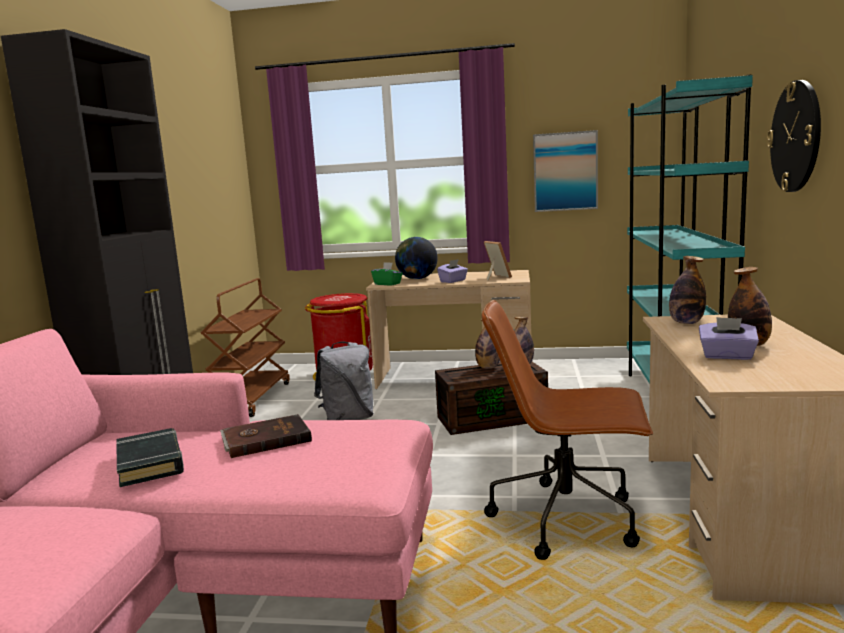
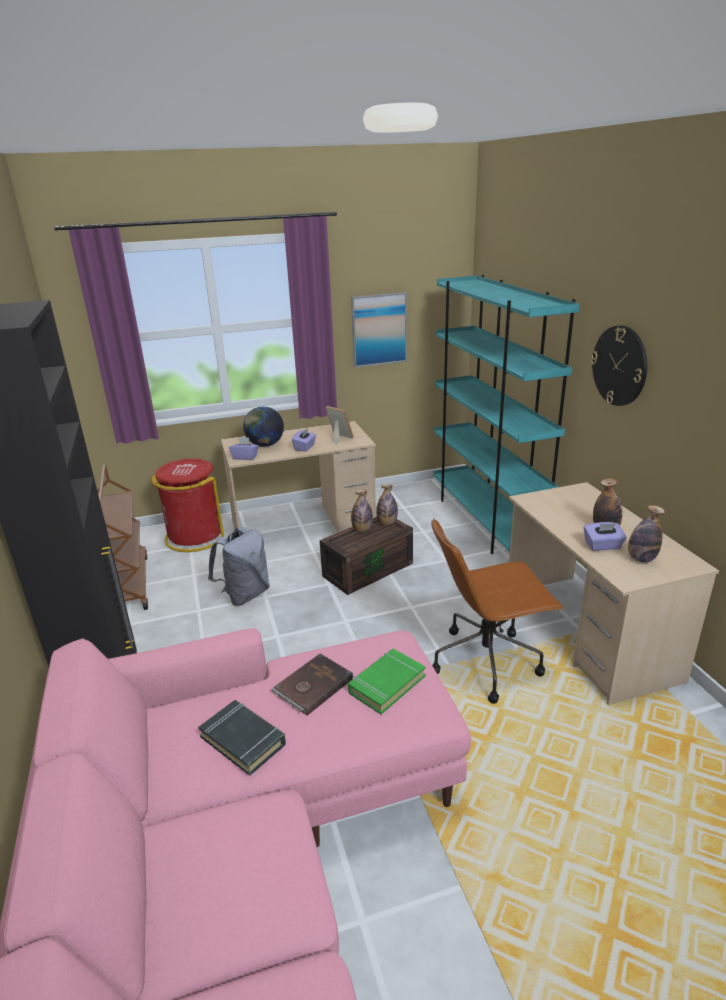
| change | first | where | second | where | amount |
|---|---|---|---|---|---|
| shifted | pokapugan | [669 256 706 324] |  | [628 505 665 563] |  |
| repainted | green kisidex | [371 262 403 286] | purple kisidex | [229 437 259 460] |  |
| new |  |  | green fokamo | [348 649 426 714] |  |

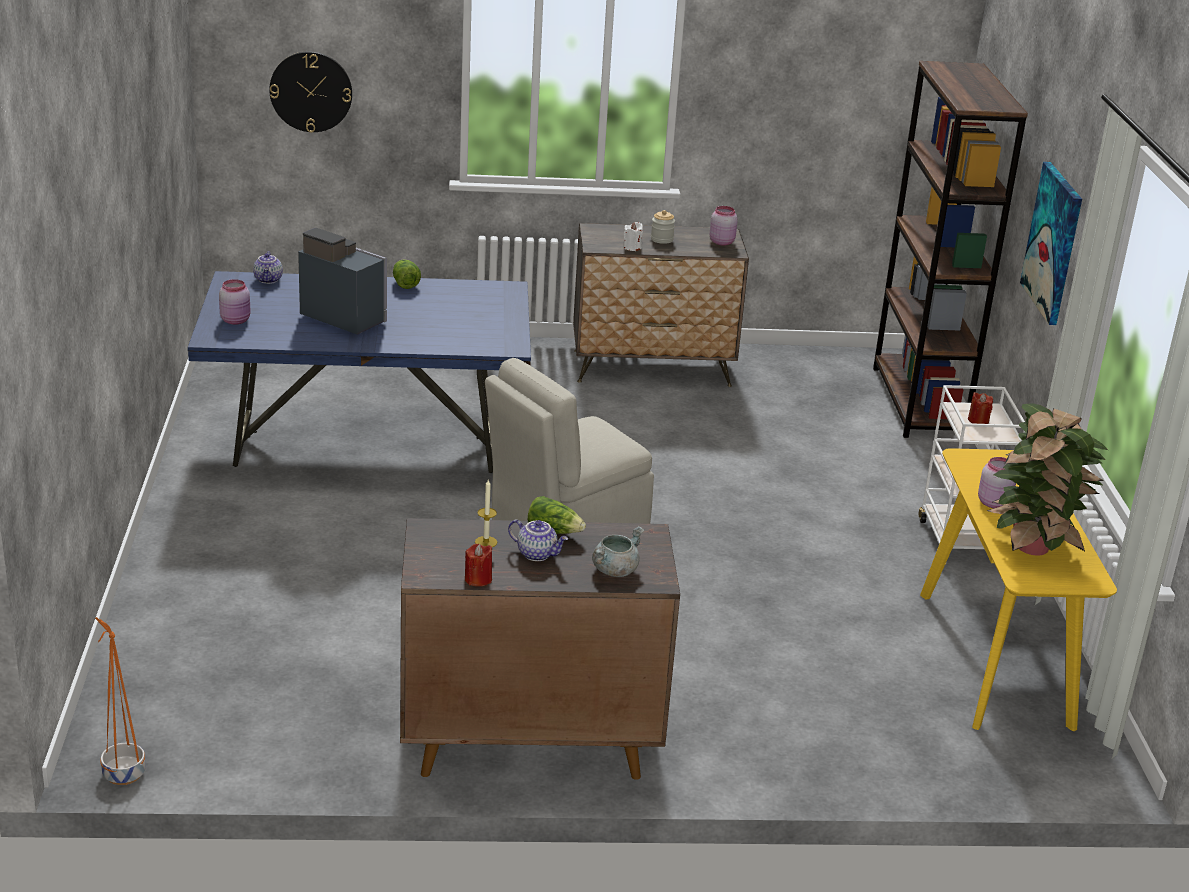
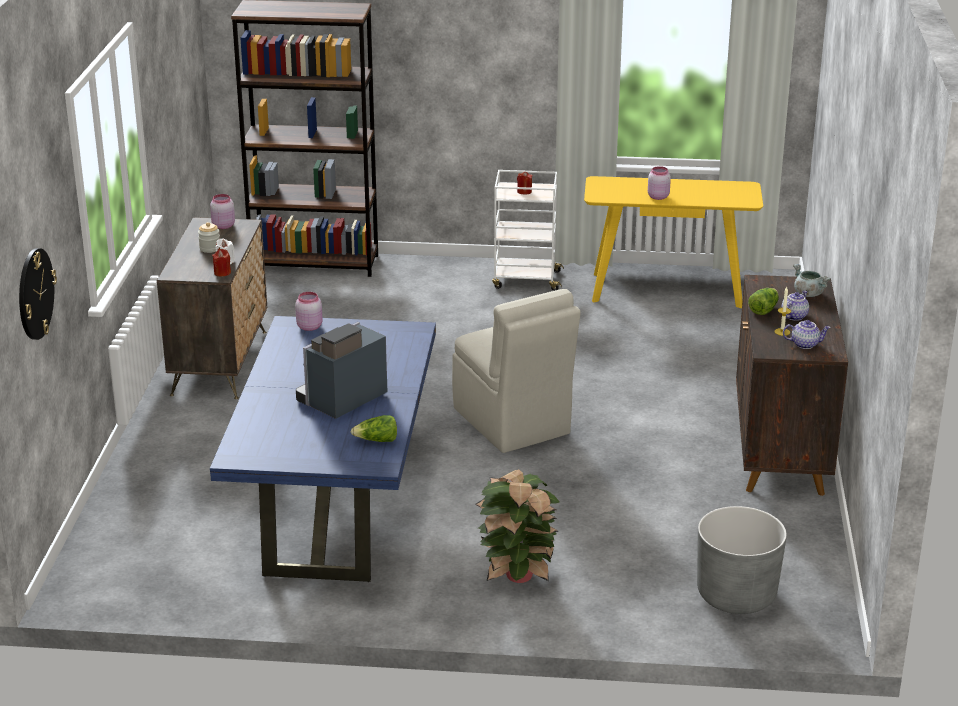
| change | first | where | second | where | amount |
|---|---|---|---|---|---|
| gone | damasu | [1020 162 1082 325] |  |  |  |
| shifted | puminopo | [253 251 283 284] |  | [783 320 831 349] |  |
| shifted | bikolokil | [393 259 421 289] |  | [351 415 397 442] |  |
| shifted | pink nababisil | [219 279 251 325] |  | [295 292 323 331] |  |
| shifted | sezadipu | [987 403 1108 555] |  | [475 469 559 583] |  |
| shifted | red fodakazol | [465 544 492 586] |  | [212 249 231 276] |  |
| gone | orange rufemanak | [95 617 146 785] |  |  |  |
| new |  |  | grey rufemanak | [697 506 787 614] |  |

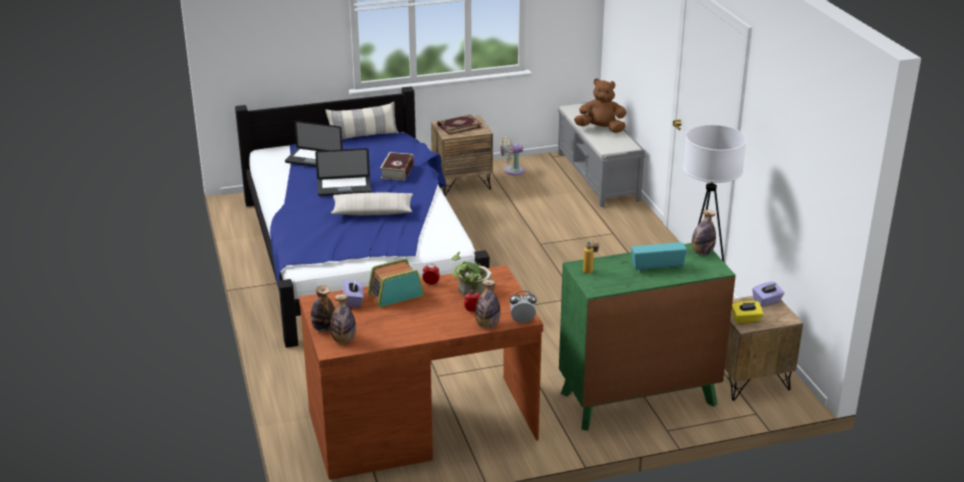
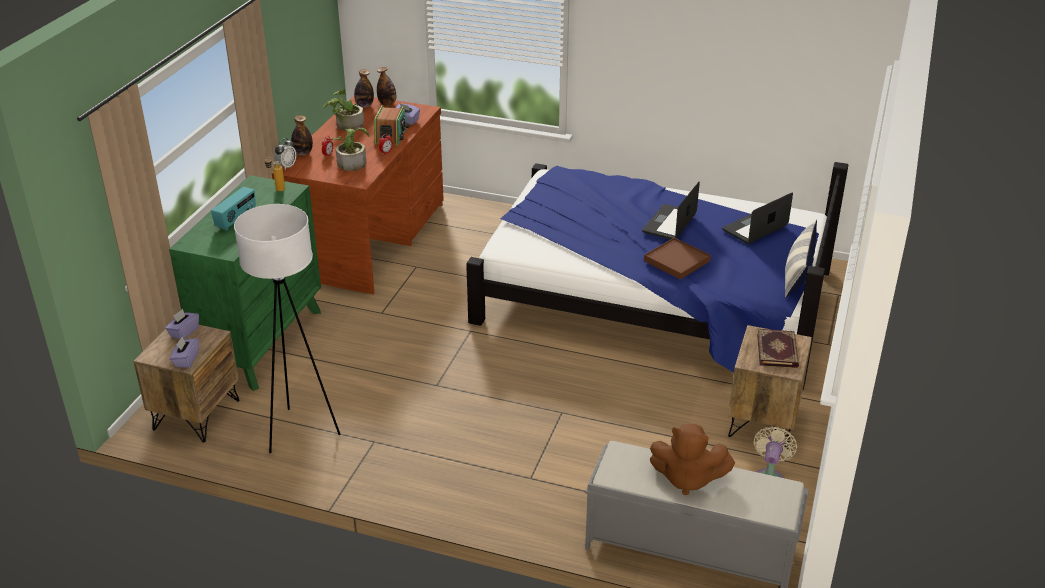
| change | first | where | second | where | amount |
|---|---|---|---|---|---|
| rotated | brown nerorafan | [574 78 627 133] |  | [650 424 735 495] | 60 degrees clockwise |
| swapped | fokamo | [380 152 414 181] | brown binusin | [644 237 711 279] |  |
| gone | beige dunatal | [331 193 413 215] |  |  |  |
| gone | pokapugan | [692 210 716 255] |  |  |  |
| repainted | yellow kisidex | [732 301 764 324] | purple kisidex | [165 309 199 340] |  |
| new |  |  | sezadipu | [323 89 364 131] |  |

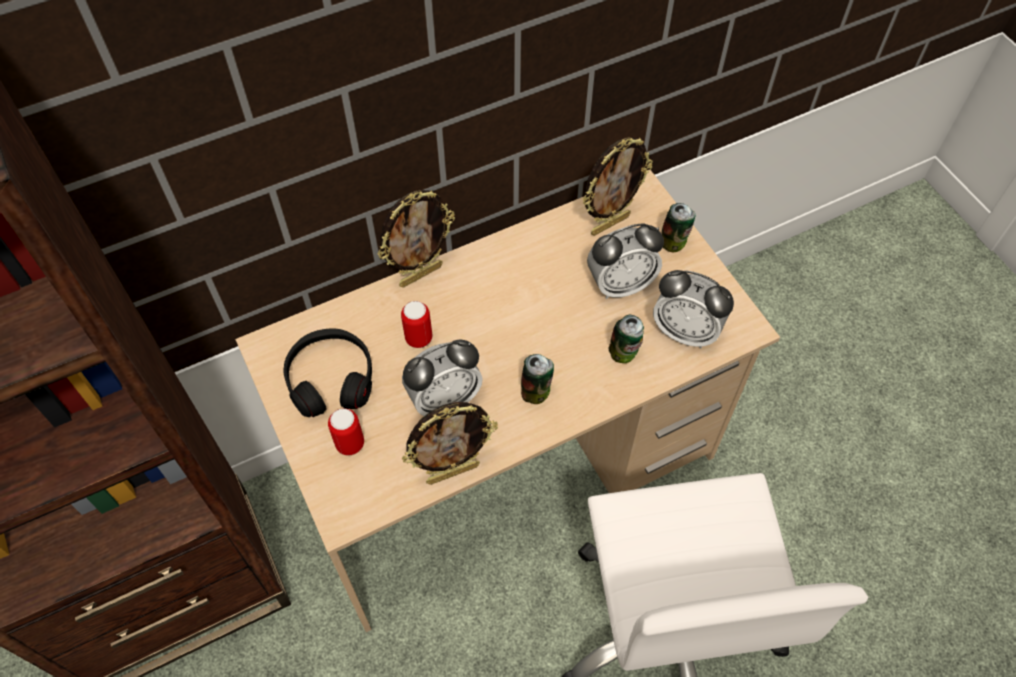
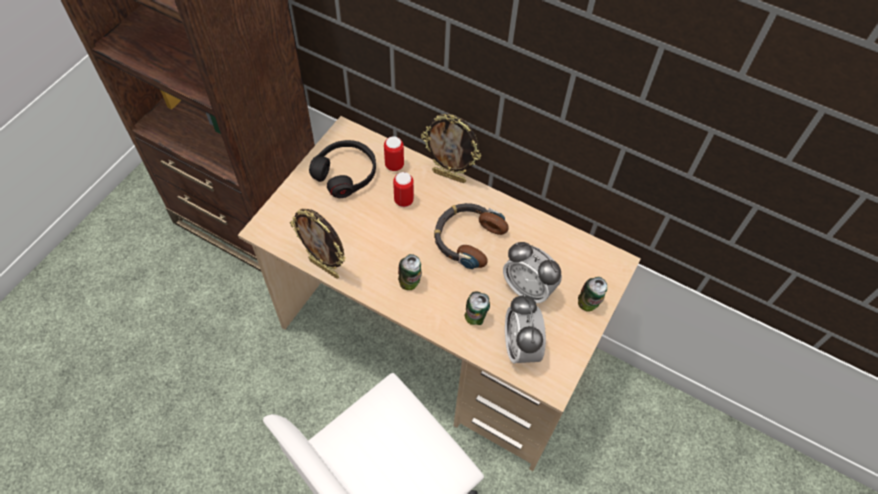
| change | first | where | second | where | amount |
|---|---|---|---|---|---|
| gone | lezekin | [582 137 653 236] |  |  |  |
| gone | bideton | [402 339 483 416] |  |  |  |
| shifted | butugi | [328 408 364 455] |  | [384 136 404 171] |  |
| new |  |  | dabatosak | [434 203 509 269] |  |

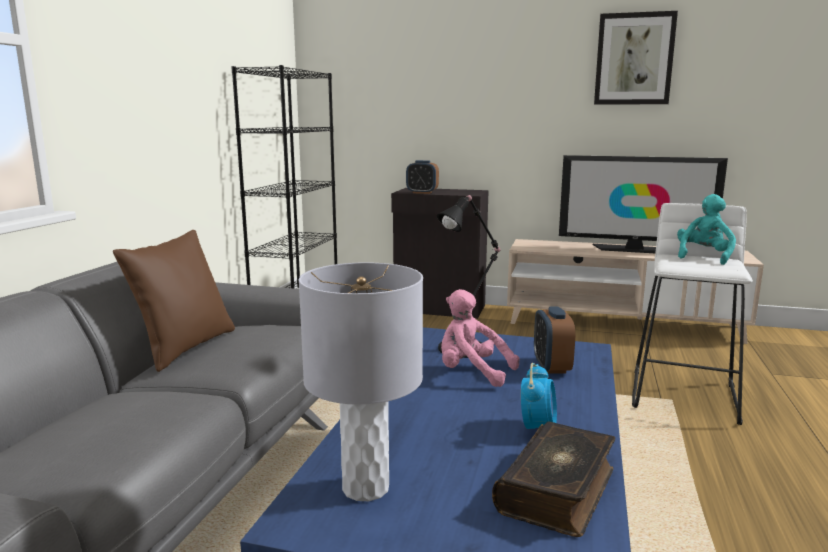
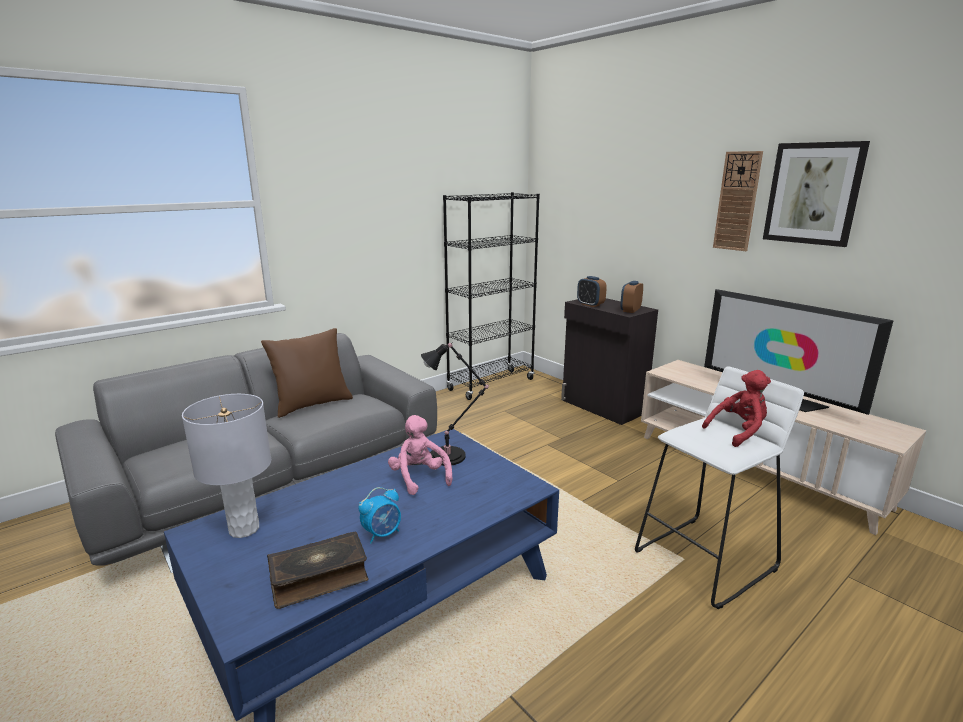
| change | first | where | second | where | amount |
|---|---|---|---|---|---|
| repainted | turquoise nerorafan | [677 194 736 265] | red nerorafan | [702 370 771 447] |  |
| shifted | bideton | [534 306 575 374] |  | [620 281 643 313] |  |
| new |  |  | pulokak | [713 151 763 251] |  |

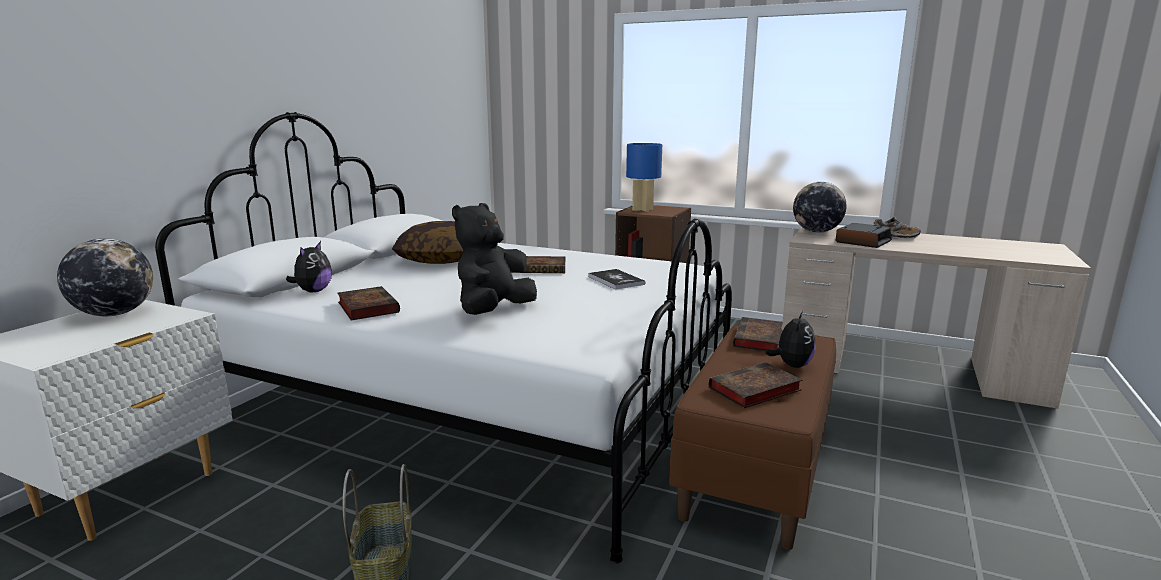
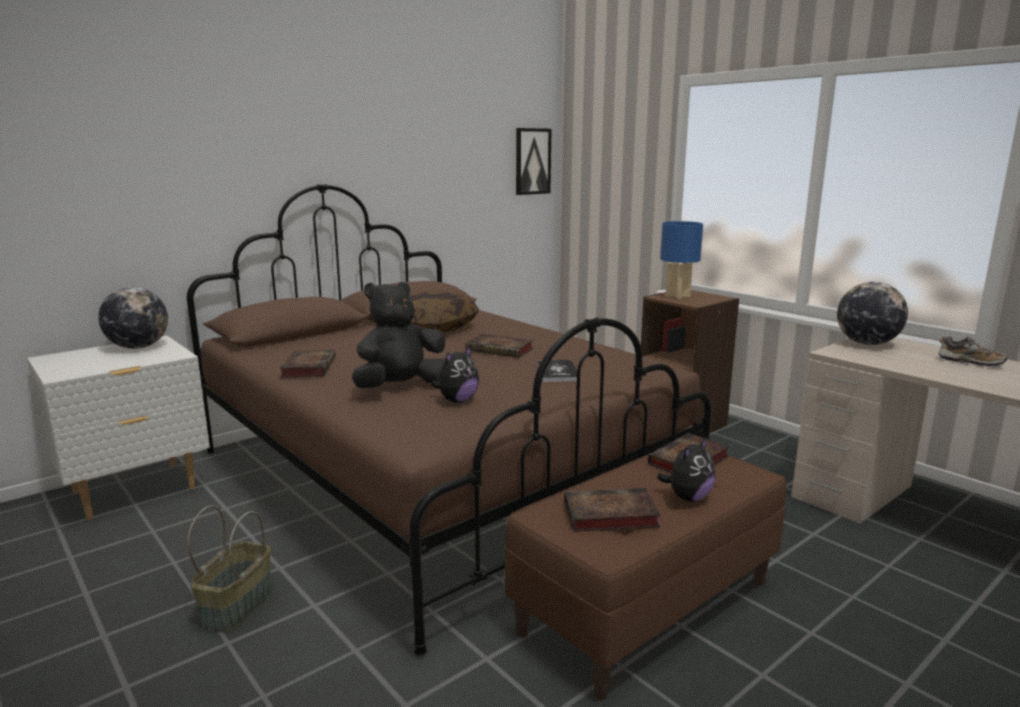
| change | first | where | second | where | amount |
|---|---|---|---|---|---|
| repainted | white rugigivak | [155 112 732 563] | brown rugigivak | [187 184 712 656] |  |
| gone | bideton | [835 223 892 248] |  |  |  |
| shifted | nerorafan | [286 241 332 292] |  | [431 346 479 403] |  |
| new |  |  | damasu | [516 128 551 195] |  |

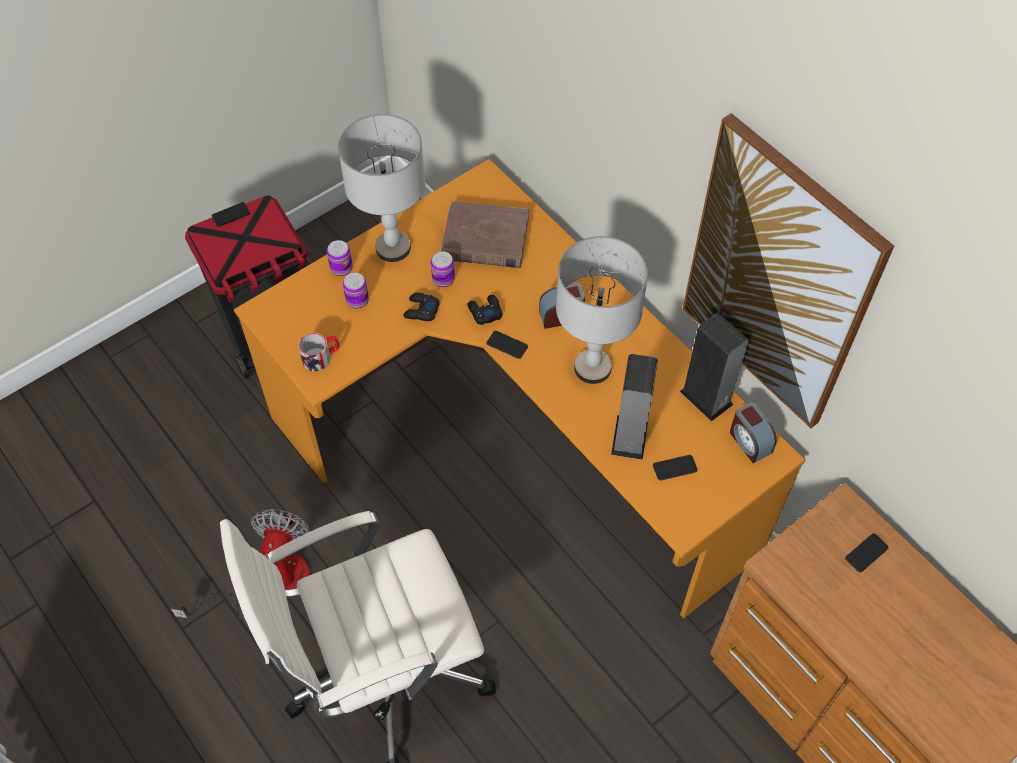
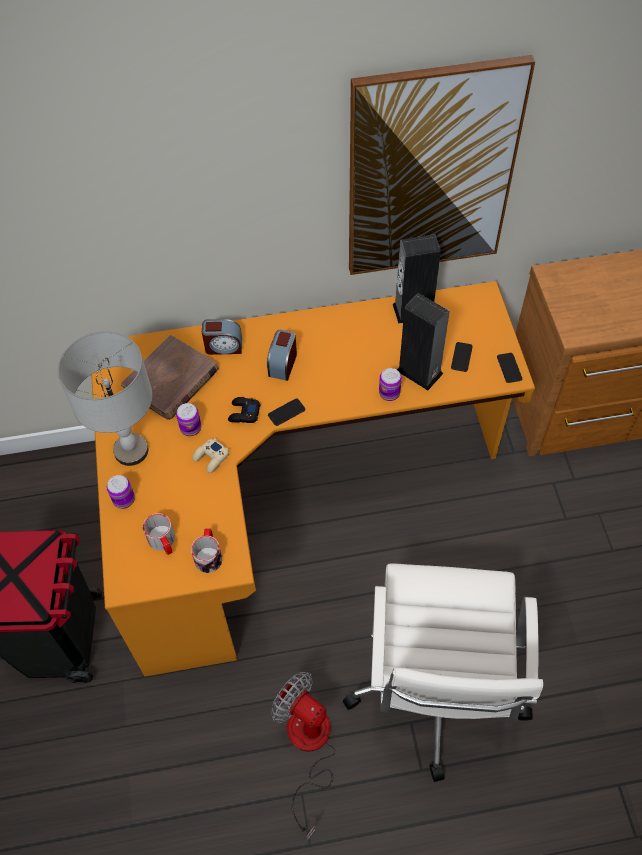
| change | first | where | second | where | amount |
|---|---|---|---|---|---|
| gone | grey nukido | [556 236 648 384] |  |  |  |
| shifted | butugi | [343 273 369 309] |  | [379 368 402 401] |  |
| repainted | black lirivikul | [403 293 440 321] | beige lirivikul | [192 438 229 473] |  |
| shifted | bideton | [730 403 777 463] |  | [202 319 242 355] |  |
| shifted | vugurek | [845 533 889 573] |  | [497 353 522 383] |  |
| new |  |  | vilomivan | [143 513 175 555] |  |

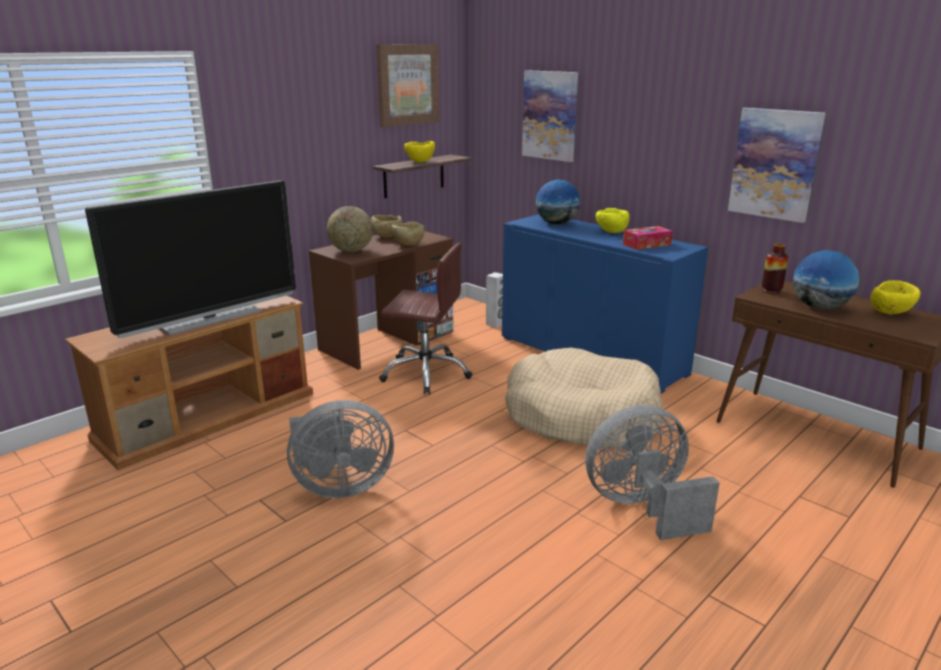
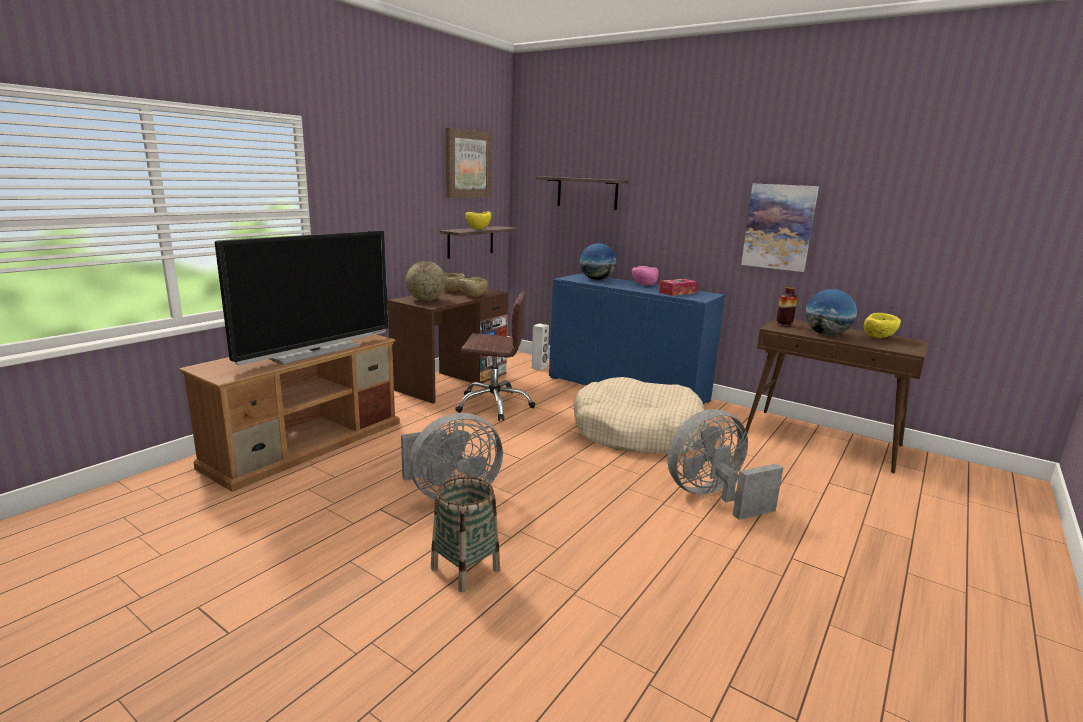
| change | first | where | second | where | amount |
|---|---|---|---|---|---|
| swapped | damasu | [522 70 578 162] | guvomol | [536 176 629 210] |  |
| repainted | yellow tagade | [596 208 629 233] | pink tagade | [632 266 659 286] |  |
| new |  |  | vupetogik | [431 477 500 592] |  |

